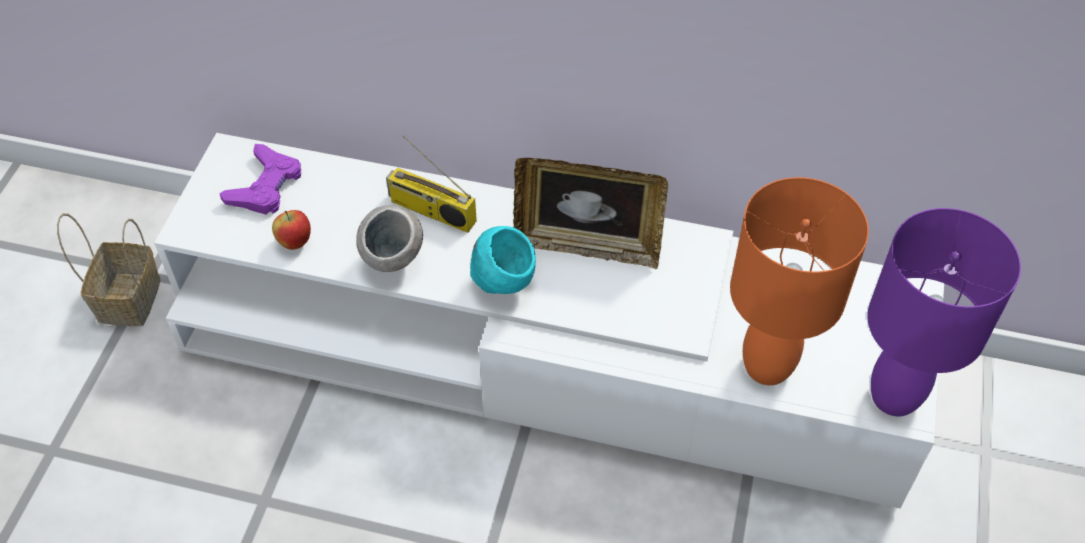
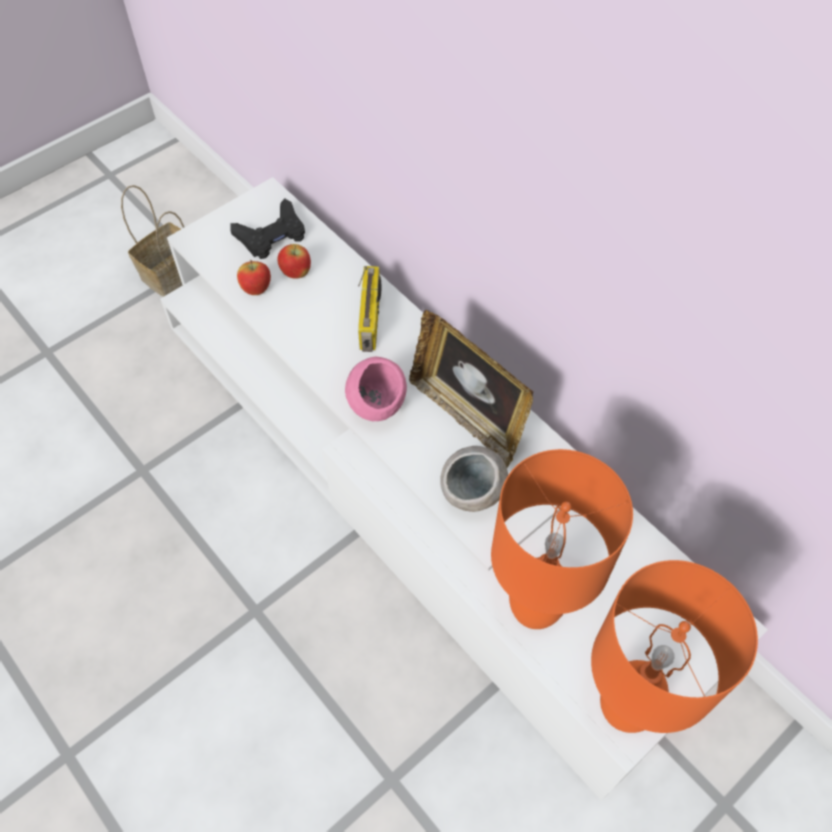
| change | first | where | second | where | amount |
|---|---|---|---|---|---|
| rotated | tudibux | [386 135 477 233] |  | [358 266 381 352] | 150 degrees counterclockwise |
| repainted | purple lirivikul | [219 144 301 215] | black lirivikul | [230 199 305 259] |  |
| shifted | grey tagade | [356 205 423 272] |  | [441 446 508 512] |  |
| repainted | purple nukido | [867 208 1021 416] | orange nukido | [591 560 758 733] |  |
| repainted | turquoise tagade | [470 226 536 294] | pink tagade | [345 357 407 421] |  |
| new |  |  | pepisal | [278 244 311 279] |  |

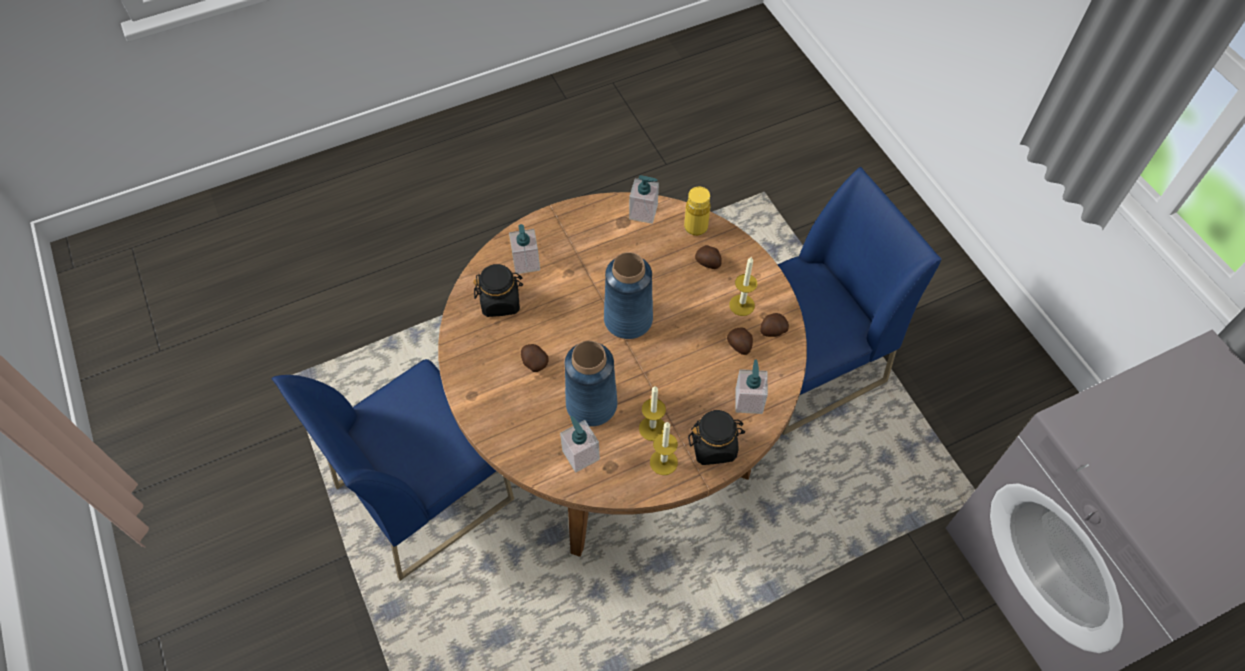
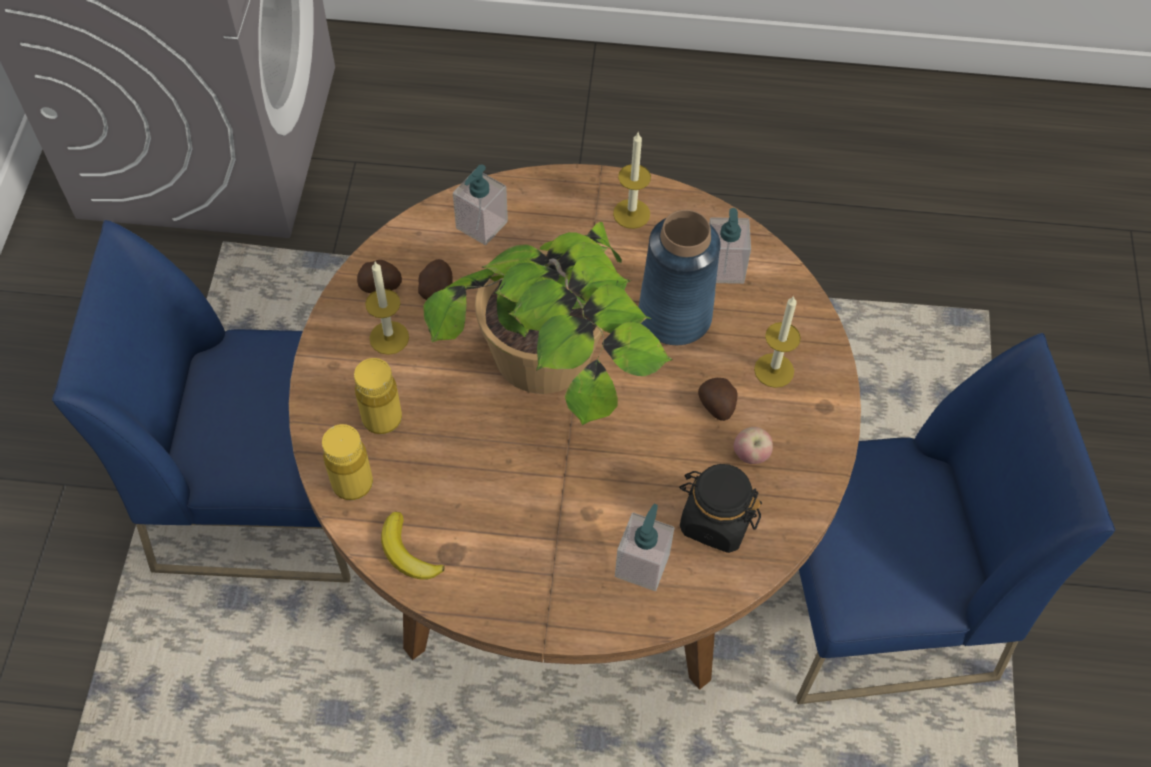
| change | first | where | second | where | amount |
|---|---|---|---|---|---|
| swapped | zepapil | [629 175 659 224] | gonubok | [381 512 445 580] |  |
| swapped | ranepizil | [695 245 722 269] | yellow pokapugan | [354 358 402 434] |  |
| swapped | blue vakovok | [604 252 653 339] | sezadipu | [423 222 672 425] |  |
| shifted | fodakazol | [639 386 666 441] |  | [754 296 801 388] |  |
| gone | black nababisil | [688 410 745 465] |  |  |  |
| new |  |  | pepisal | [734 427 773 464] |  |

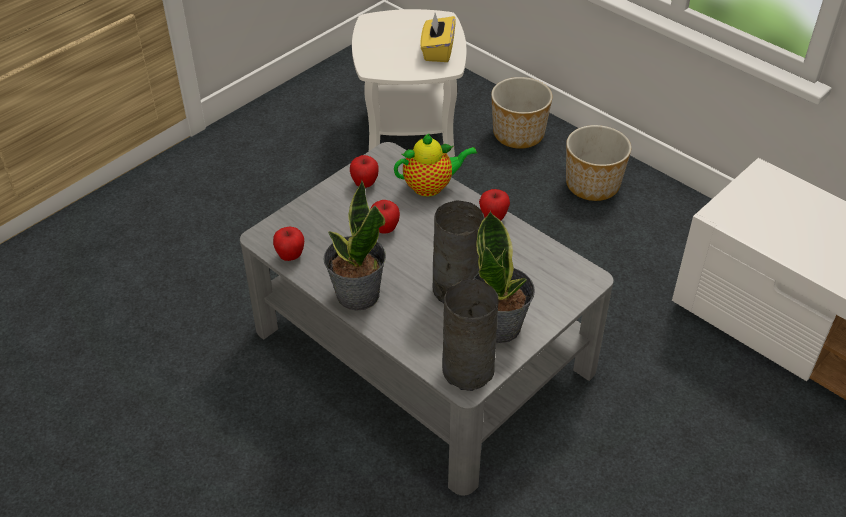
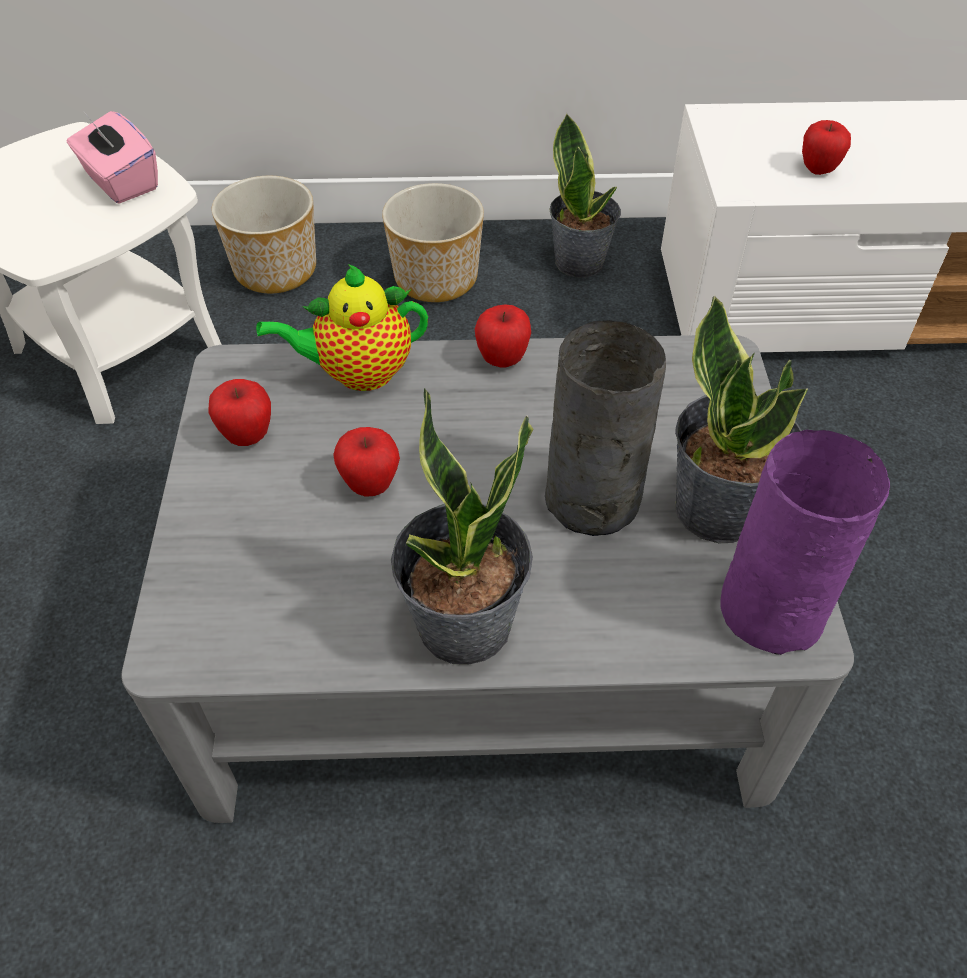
| change | first | where | second | where | amount |
|---|---|---|---|---|---|
| repainted | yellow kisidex | [420 13 456 62] | pink kisidex | [67 111 158 204] |  |
| rotated | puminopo | [394 133 477 197] |  | [256 264 428 391] | 135 degrees counterclockwise |
| shifted | pepisal | [273 227 304 261] |  | [802 120 851 175] |  |
| repainted | grey vakovok | [442 279 498 391] | purple vakovok | [720 430 890 655] |  |
| new |  |  | sezadipu | [550 113 621 278] |  |

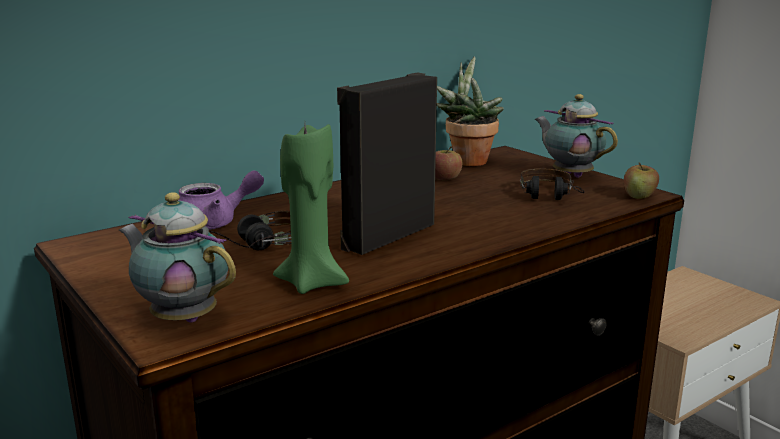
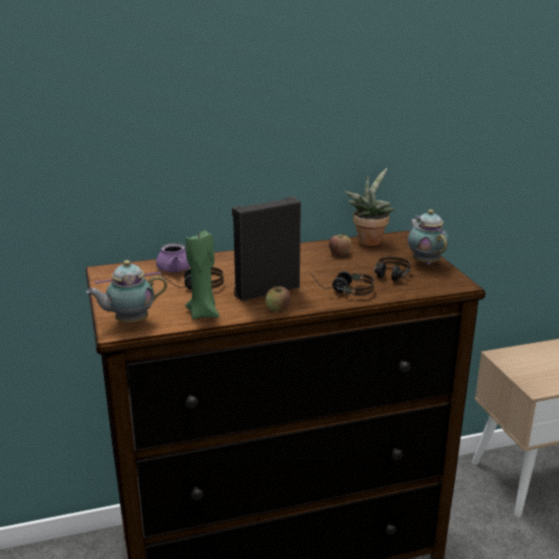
| change | first | where | second | where | amount |
|---|---|---|---|---|---|
| shifted | pepisal | [624 162 659 199] |  | [265 286 291 311] |  |
| rotated | puminopo | [119 192 236 323] |  | [86 260 167 323] | 75 degrees counterclockwise |
| new |  |  | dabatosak | [310 271 374 296] |  |

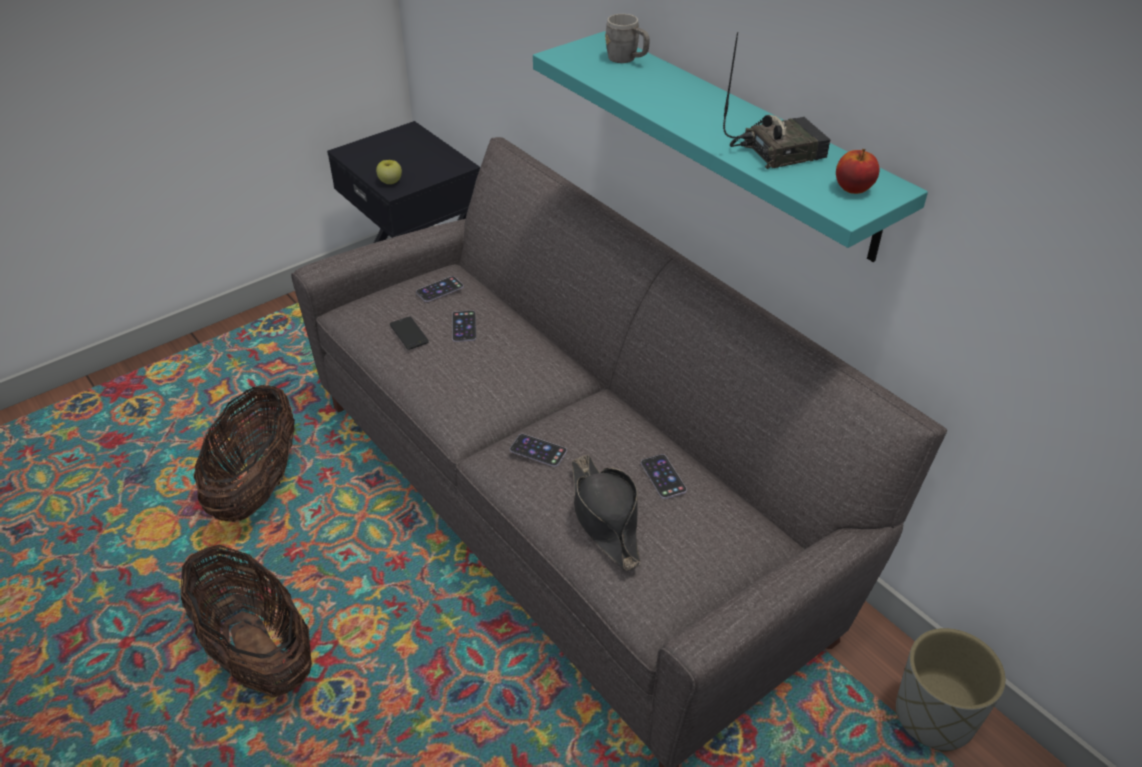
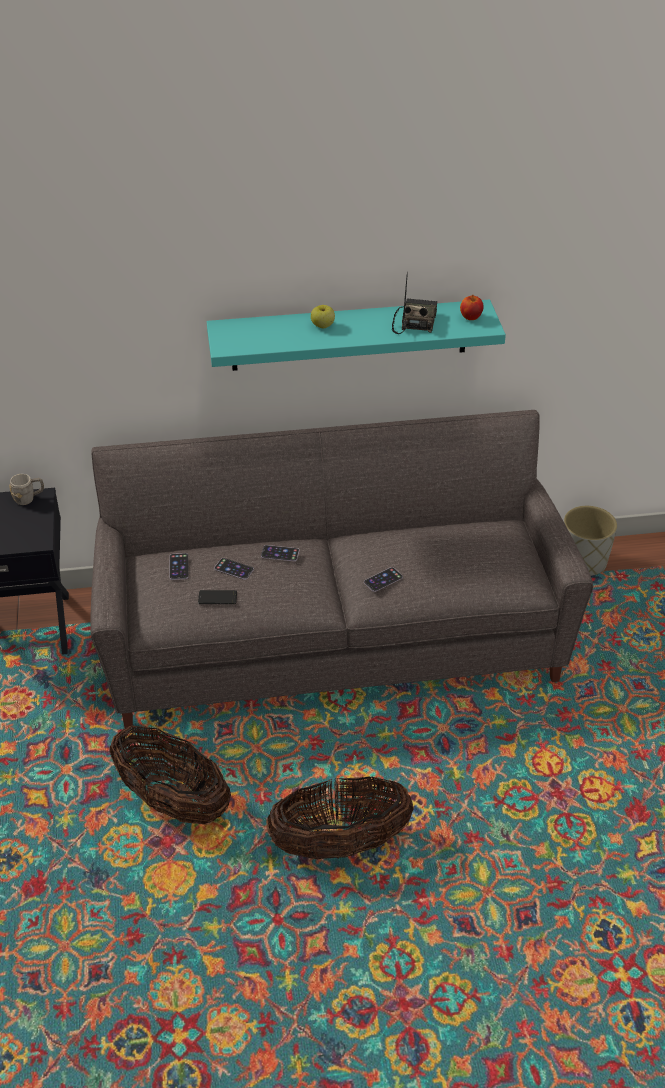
| change | first | where | second | where | amount |
|---|---|---|---|---|---|
| shifted | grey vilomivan | [605 14 650 63] |  | [9 474 44 505] |  |
| shifted | pepisal | [376 160 402 184] |  | [311 305 335 328] |  |
| shifted | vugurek | [641 454 687 499] |  | [261 545 299 561] |  |
| gone | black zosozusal | [572 455 640 571] |  |  |  |

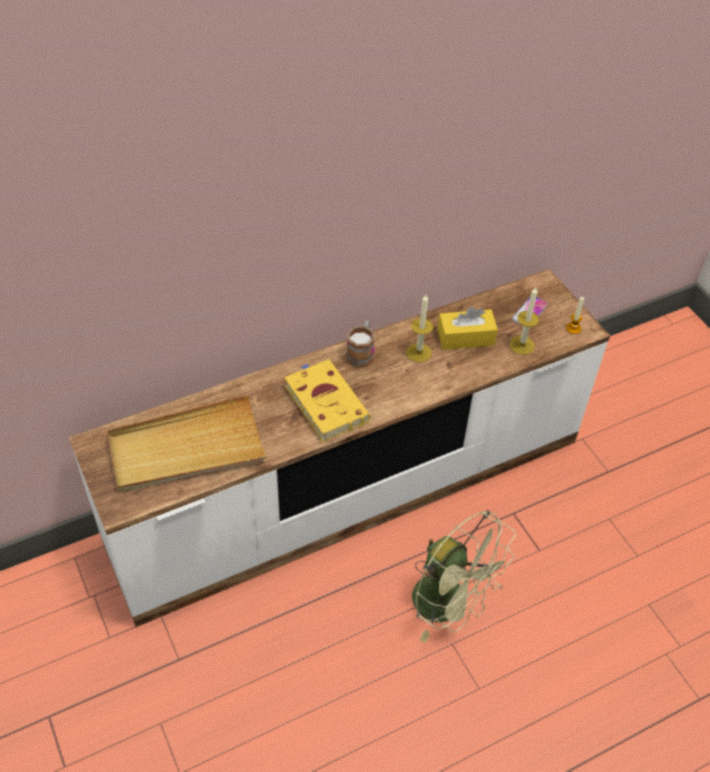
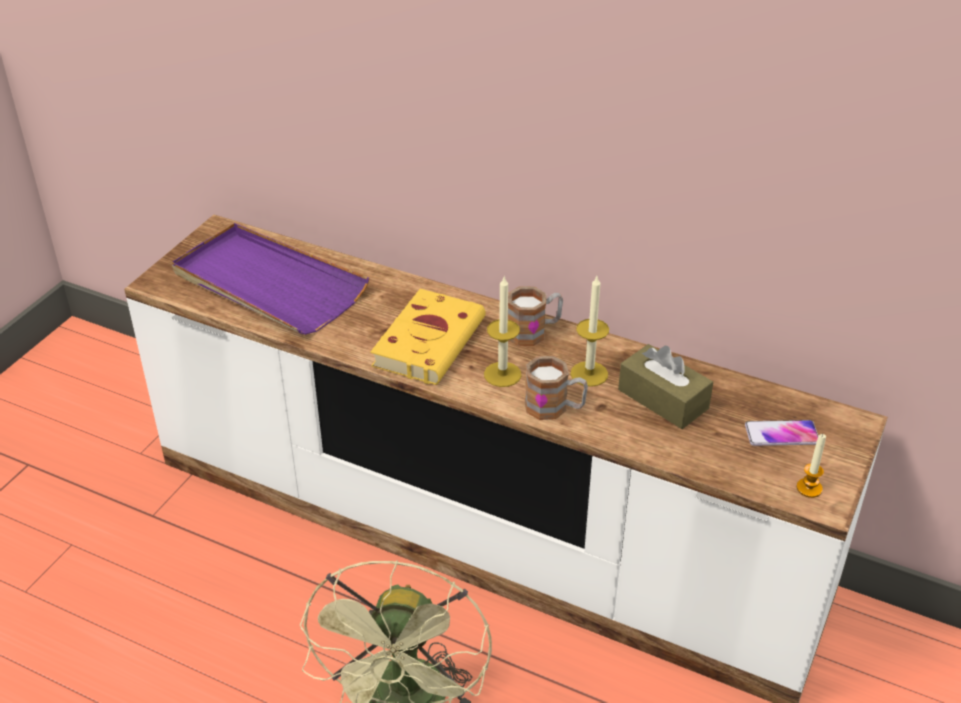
| change | first | where | second | where | amount |
|---|---|---|---|---|---|
| shifted | fodakazol | [510 287 539 355] |  | [484 275 521 387] |  |
| repainted | yellow kisidex | [437 307 498 350] | brown kisidex | [618 344 713 429] |  |
| repainted | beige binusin | [107 395 267 493] | purple binusin | [172 223 369 335] |  |
| new |  |  | vilomivan | [525 356 588 420] |  |

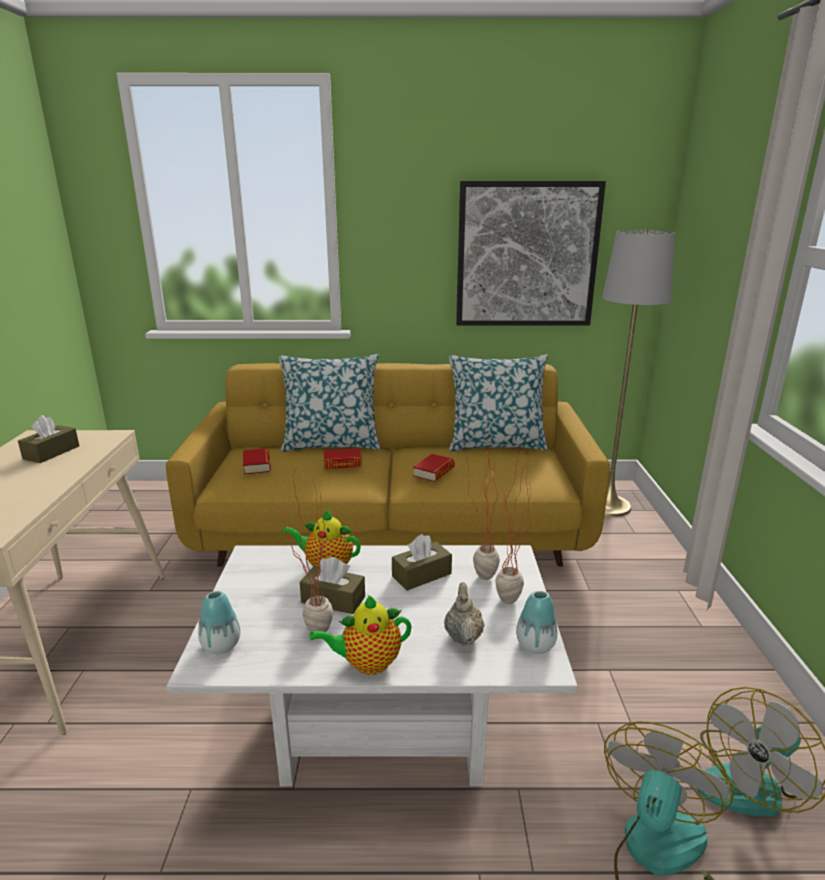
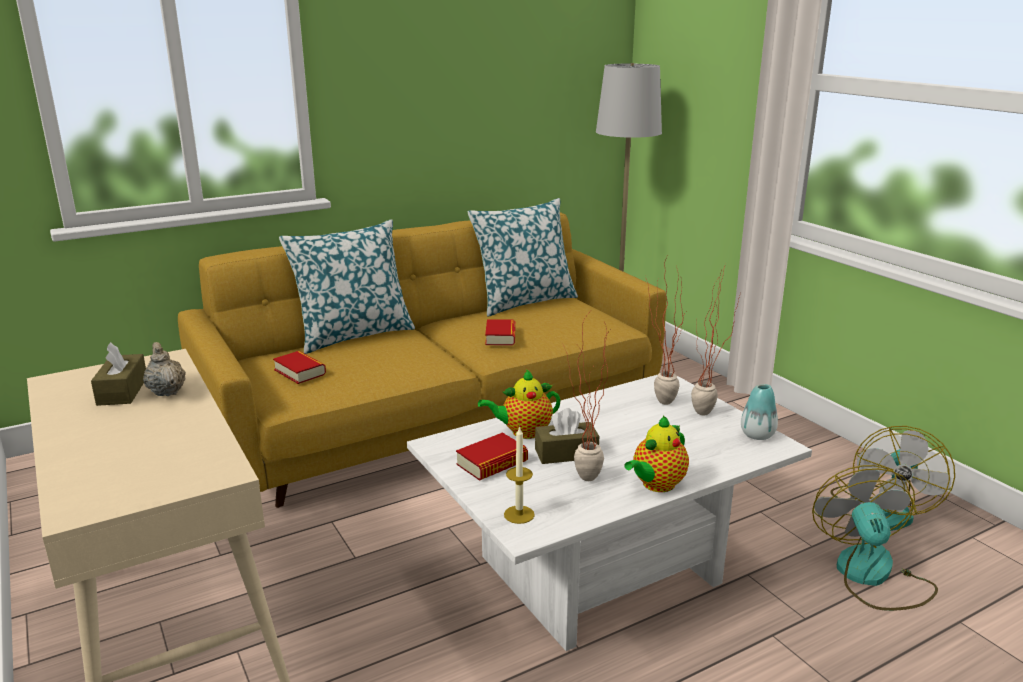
| change | first | where | second | where | amount |
|---|---|---|---|---|---|
| gone | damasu | [456 181 606 326] |  |  |  |
| shifted | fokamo | [323 448 362 469] |  | [456 432 528 481] |  |
| gone | brown kisidex | [392 534 452 591] |  |  |  |
| shifted | beige puminopo | [444 582 485 646] |  | [143 342 186 396] |  |
| swapped | vakovok | [198 591 241 654] | fodakazol | [504 426 535 524] |  |

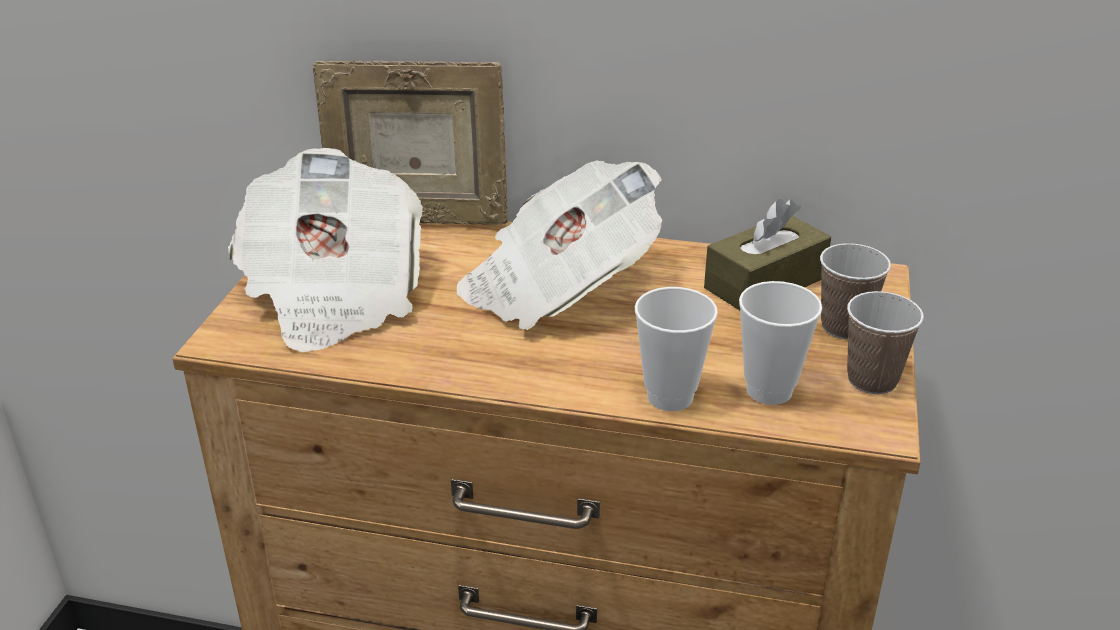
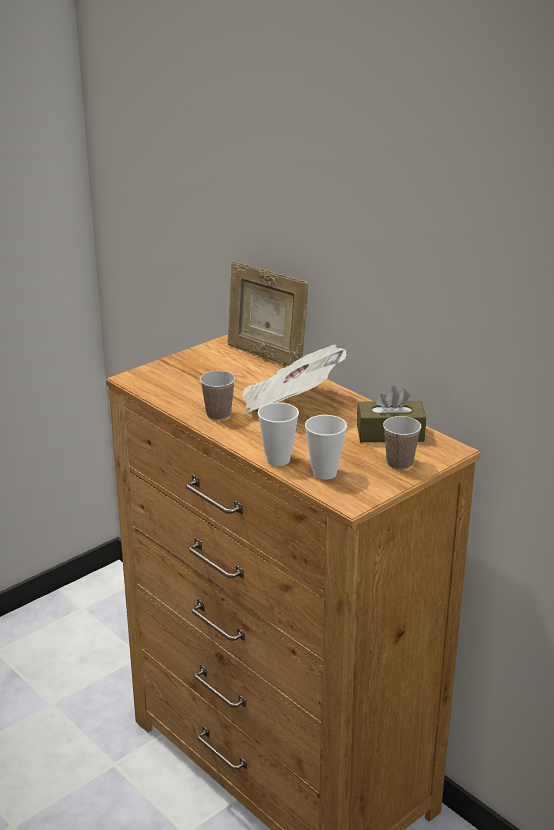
| change | first | where | second | where | amount |
|---|---|---|---|---|---|
| gone | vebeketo | [228 148 423 353] |  |  |  |
| shifted | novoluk | [847 291 924 394] |  | [200 371 235 420] |  |

